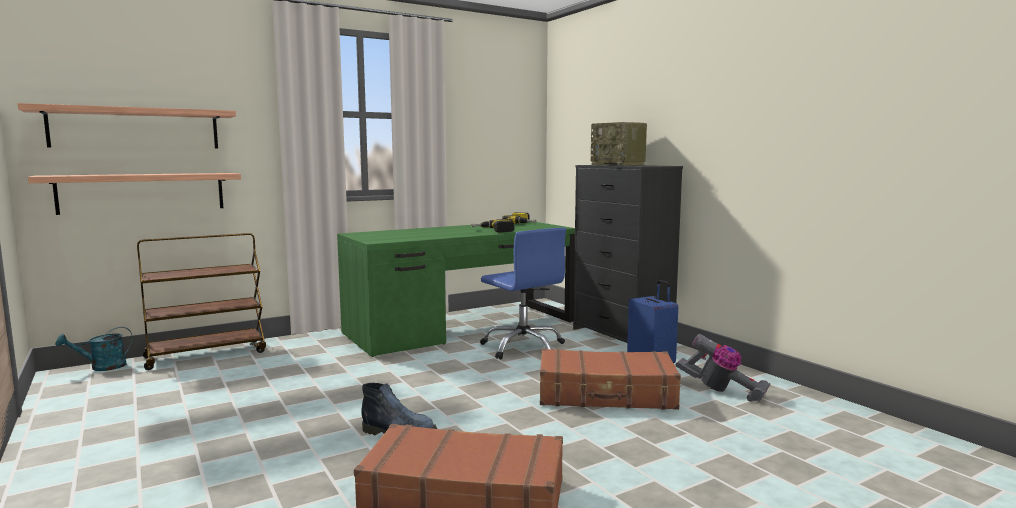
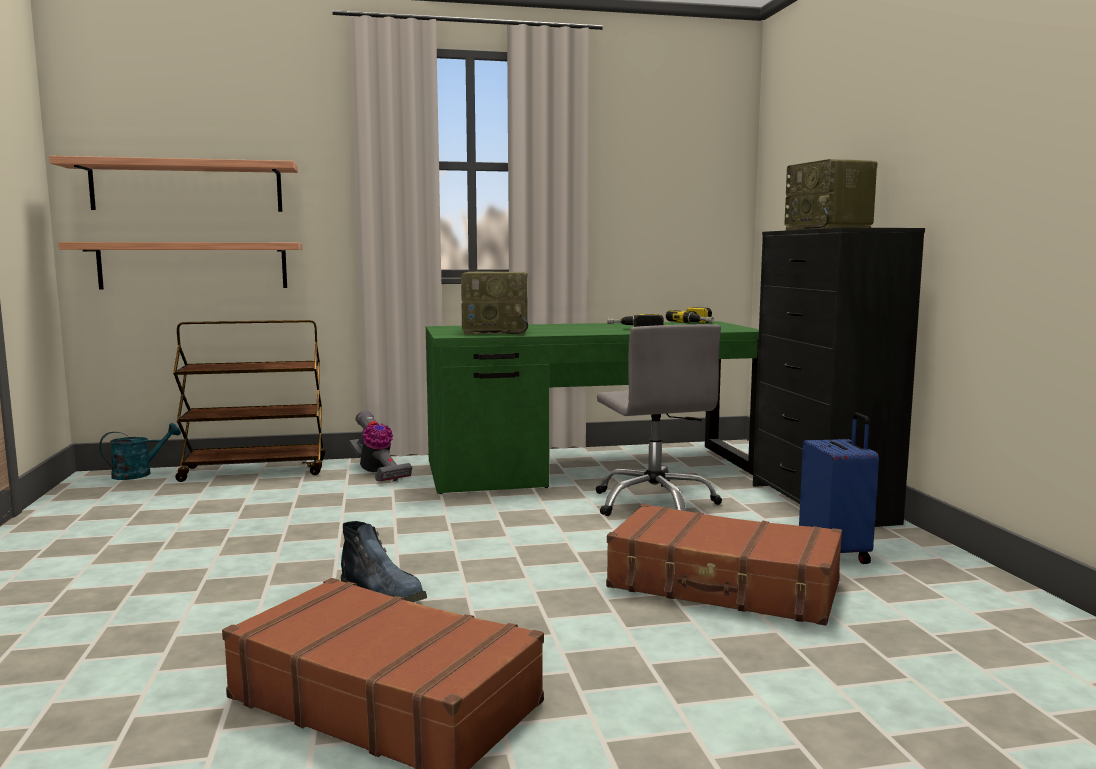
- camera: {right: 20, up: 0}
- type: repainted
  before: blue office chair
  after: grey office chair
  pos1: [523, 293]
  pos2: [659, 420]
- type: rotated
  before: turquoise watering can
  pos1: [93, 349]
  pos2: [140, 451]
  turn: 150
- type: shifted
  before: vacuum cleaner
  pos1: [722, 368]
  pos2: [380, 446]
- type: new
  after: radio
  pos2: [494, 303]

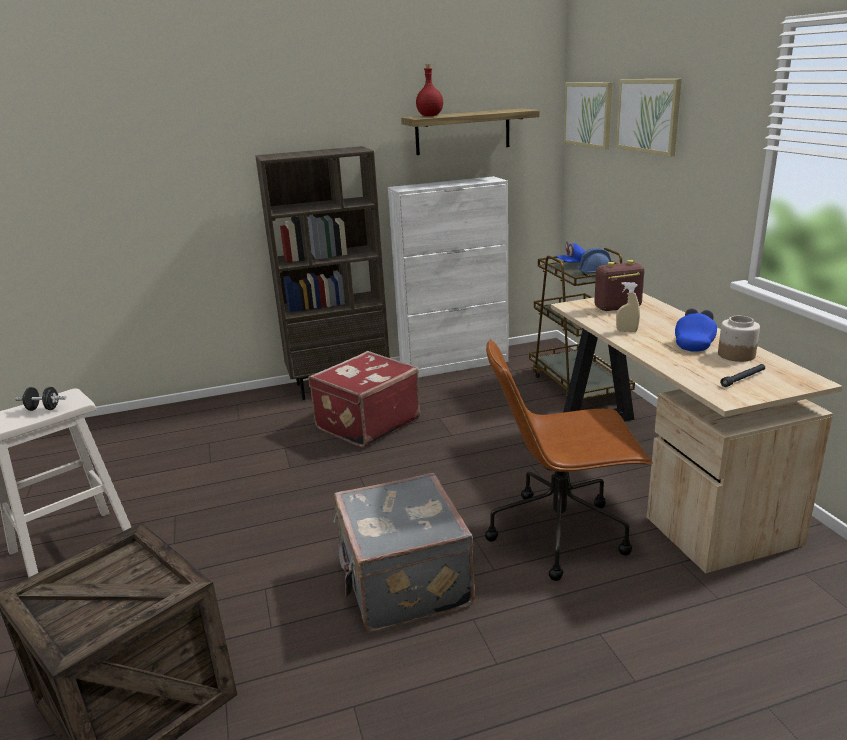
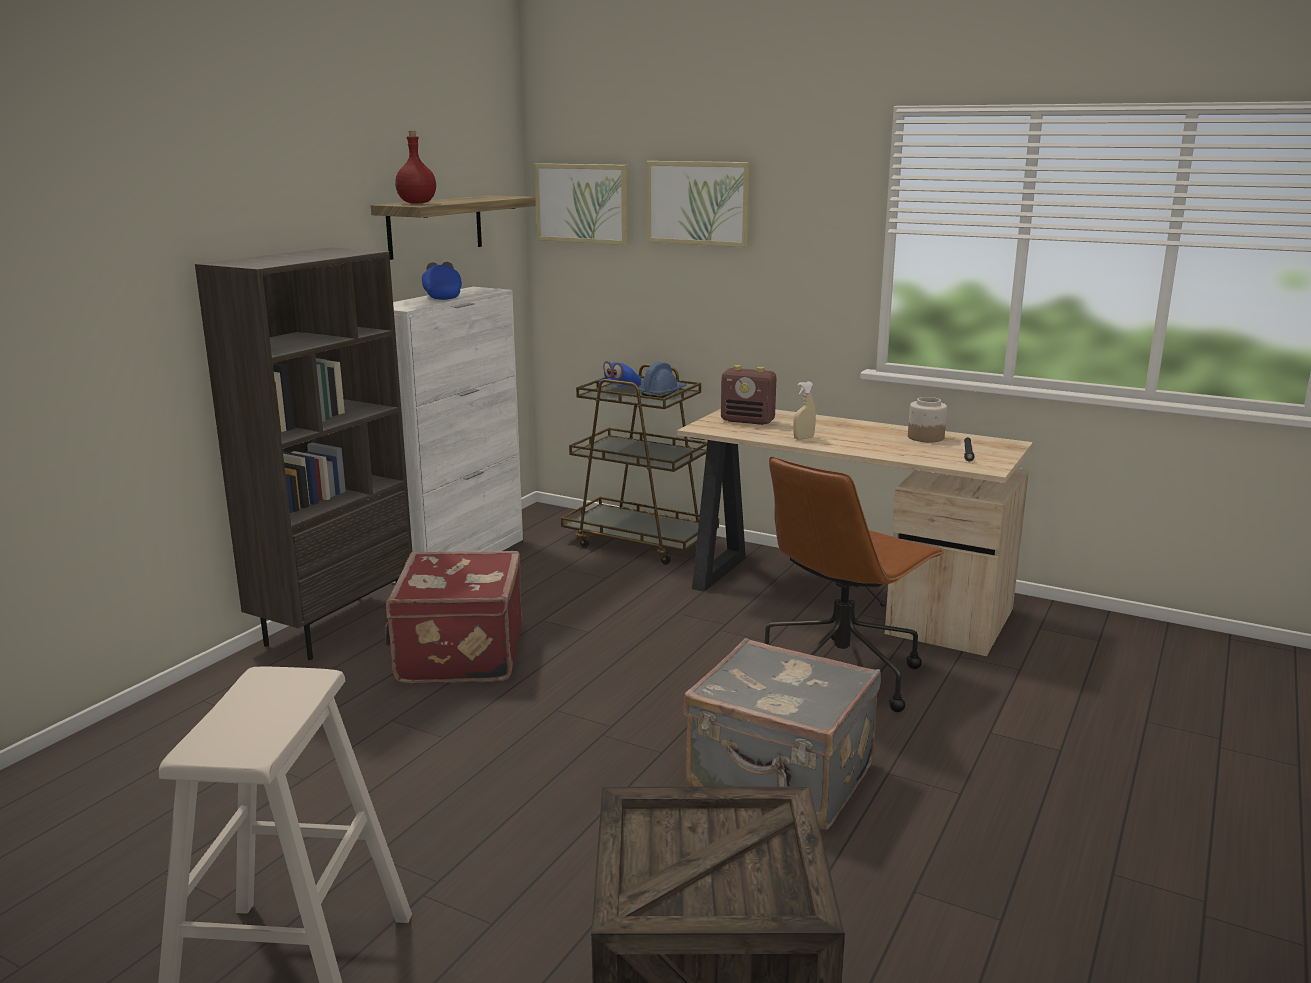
- camera: {right: -45, up: -5}
- type: rotated
  before: radio
  pos1: [619, 285]
  pos2: [749, 395]
  turn: -105
- type: shifted
  before: blue cap
  pos1: [696, 330]
  pos2: [442, 281]
- type: gone
  before: black dumbbell
  pos1: [41, 399]

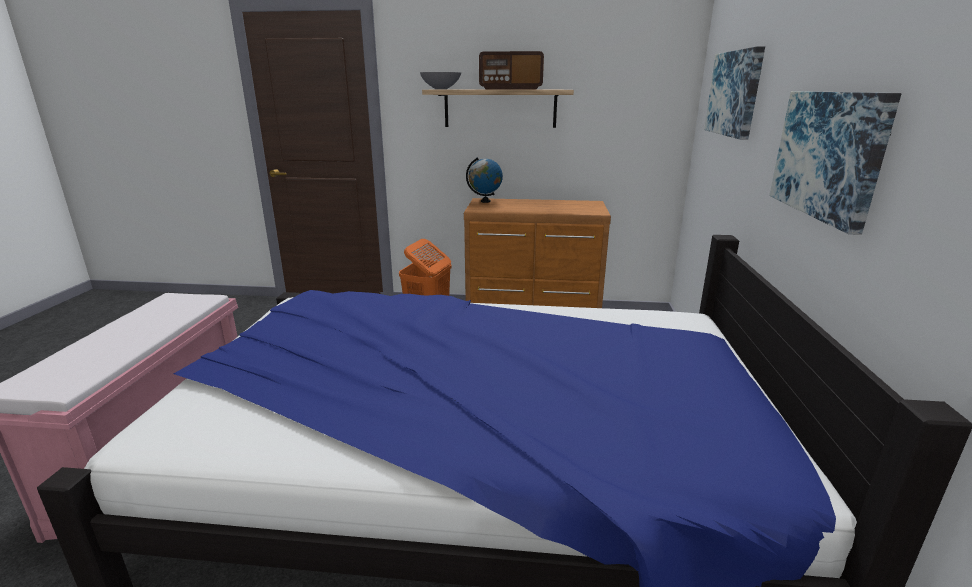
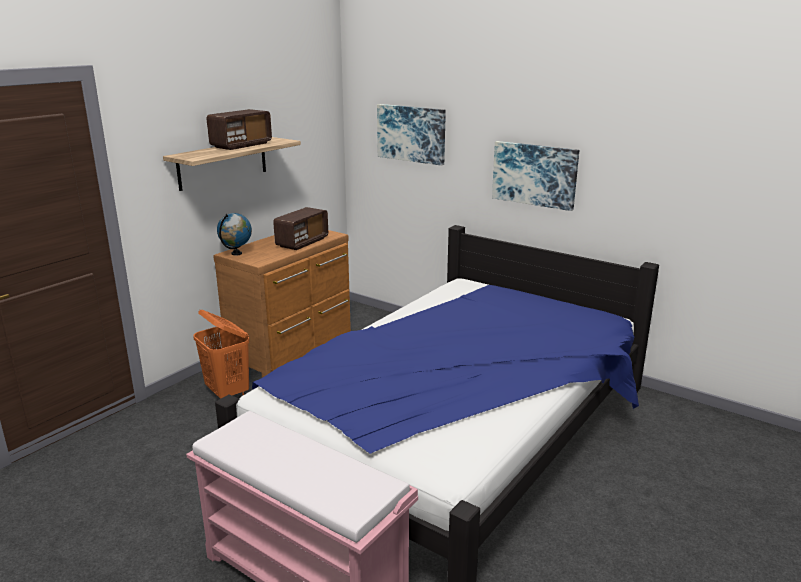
- camera: {right: -60, up: 0}
- type: gone
  before: grey bowl
  pos1: [440, 80]
- type: new
  after: radio
  pos2: [300, 228]

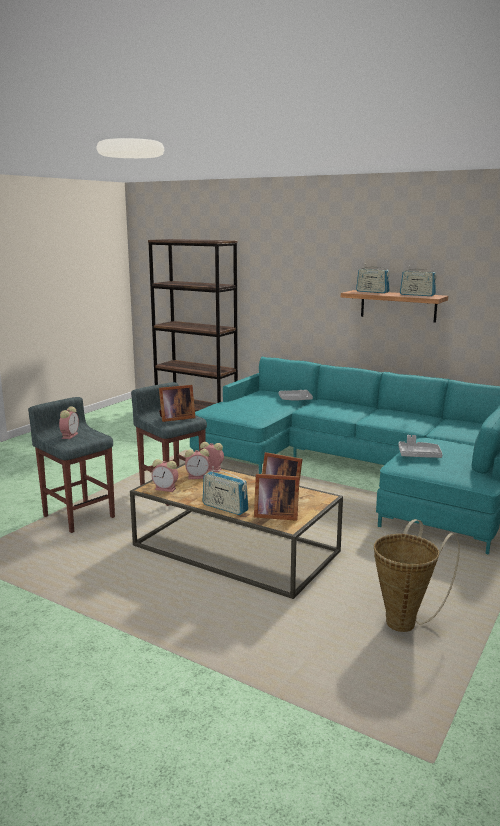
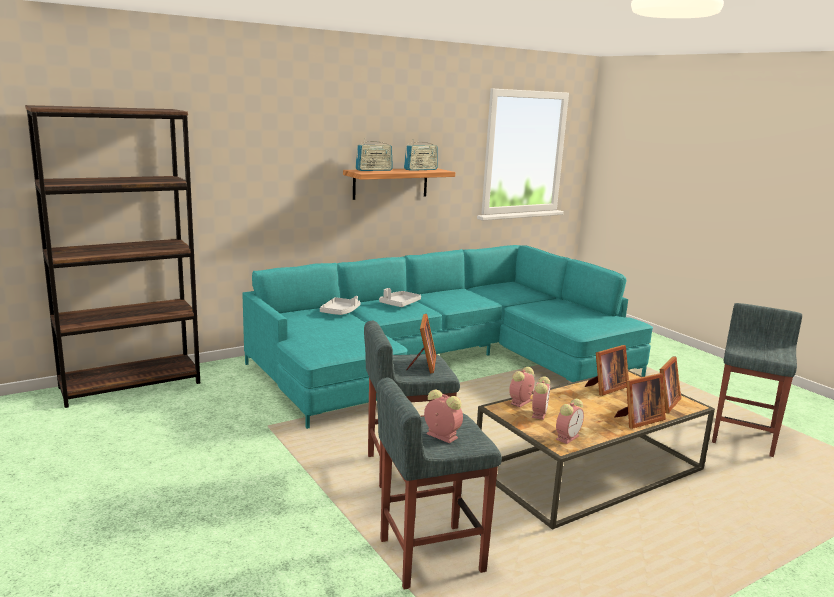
- camera: {right: -65, up: 0}
- type: shifted
  before: grey tray
  pos1: [420, 446]
  pos2: [400, 297]
- type: swapped
  before: radio
  after: picture frame
  pos1: [226, 490]
  pos2: [640, 401]
- type: swapped
  before: basket
  after: grey stool
  pos1: [417, 575]
  pos2: [757, 380]

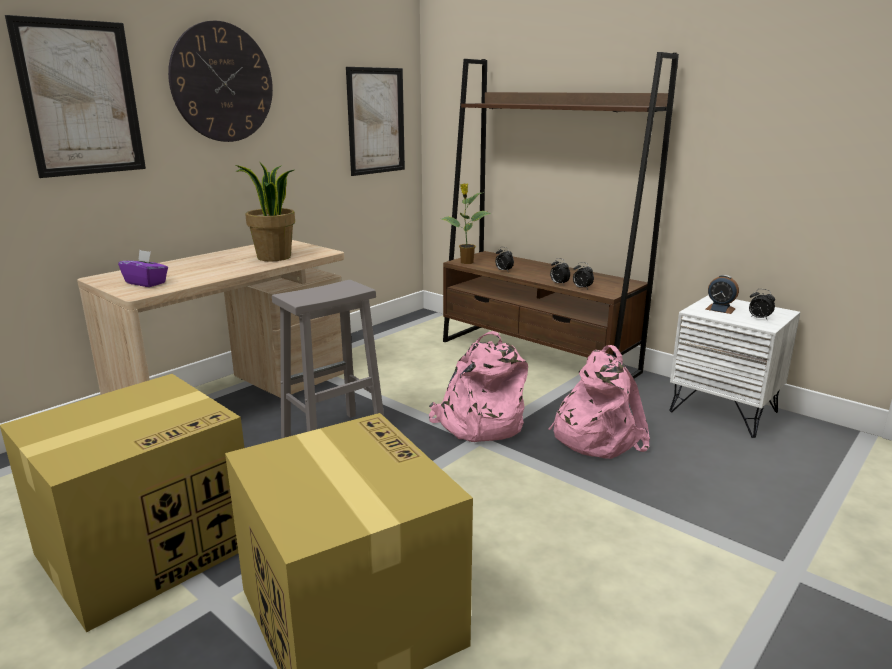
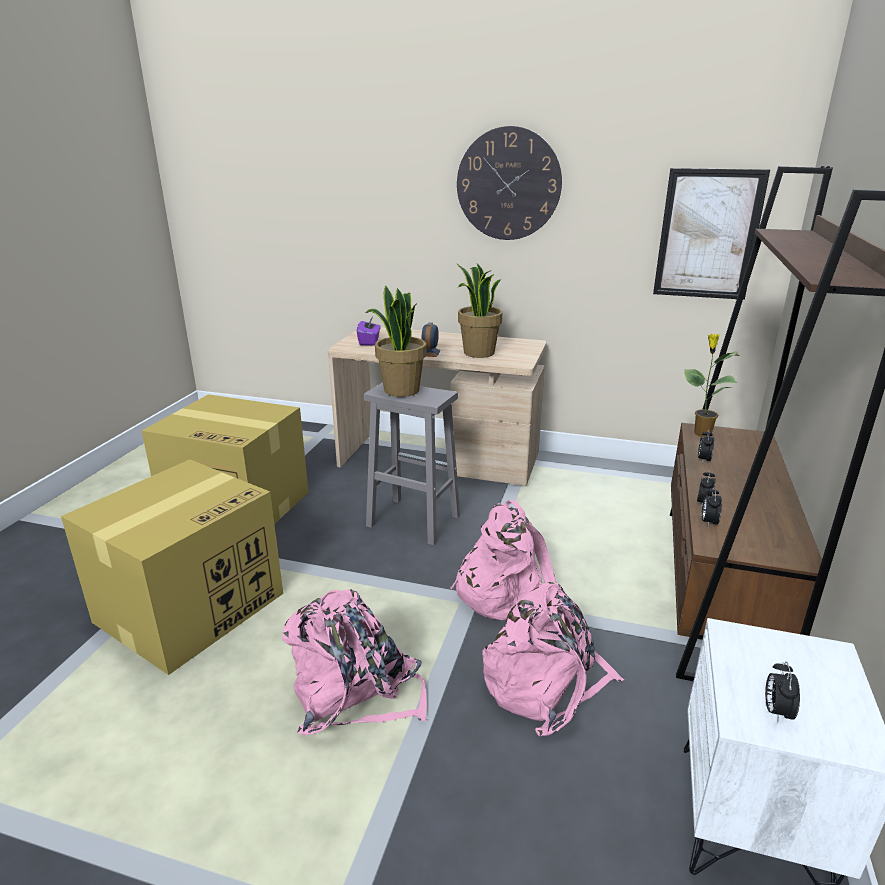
- camera: {right: 65, up: 5}
- type: gone
  before: picture
  pos1: [75, 96]
- type: shifted
  before: alarm clock
  pos1: [722, 294]
  pos2: [431, 339]
- type: new
  after: potted plant
  pos2: [396, 341]
- type: new
  after: pink backpack
  pos2: [354, 662]

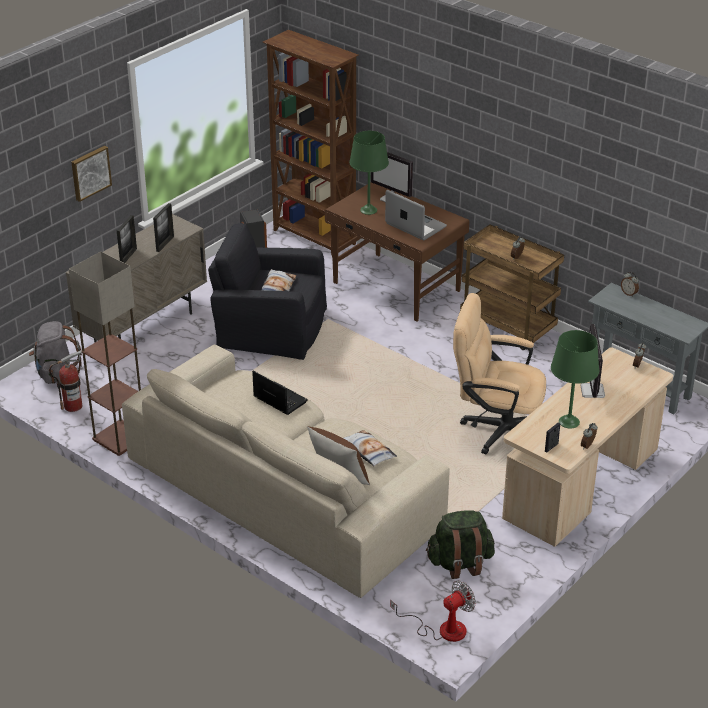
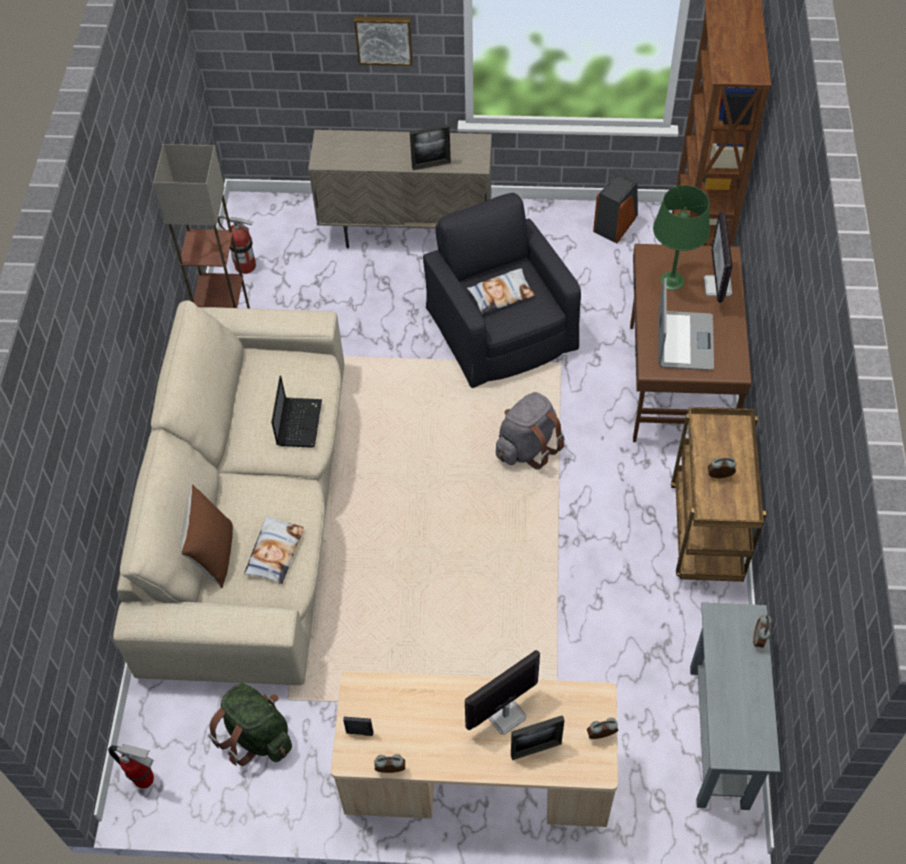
- camera: {right: 55, up: 20}
- type: shifted
  before: picture frame
  pos1: [127, 239]
  pos2: [538, 737]
- type: gone
  before: beige office chair
  pos1: [499, 373]
- type: shifted
  before: grey backpack
  pos1: [55, 352]
  pos2: [530, 430]
- type: gone
  before: green table lamp
  pos1: [575, 379]
- type: swapped
  before: fan
  after: fire extinguisher
  pos1: [433, 611]
  pos2: [131, 766]

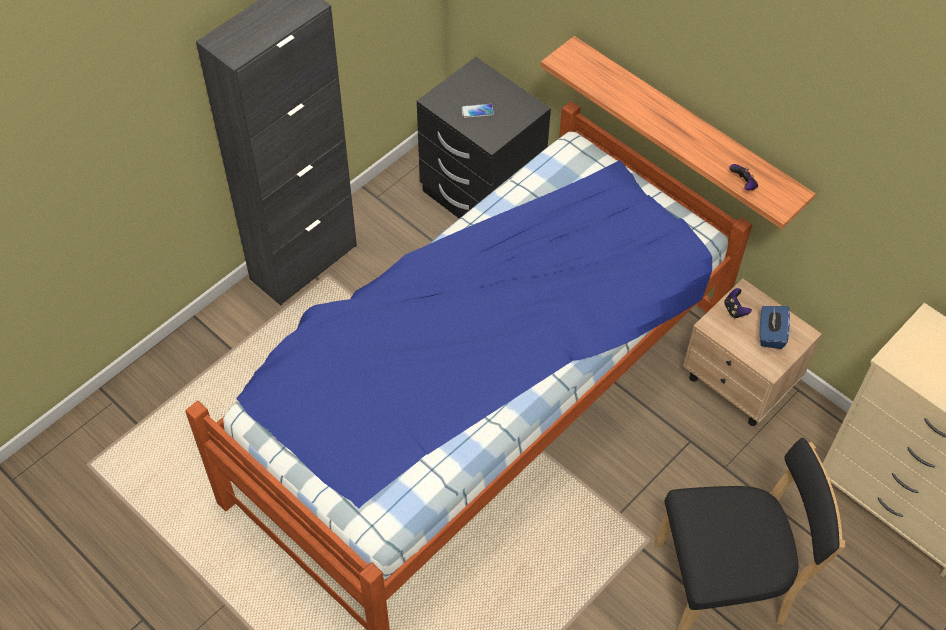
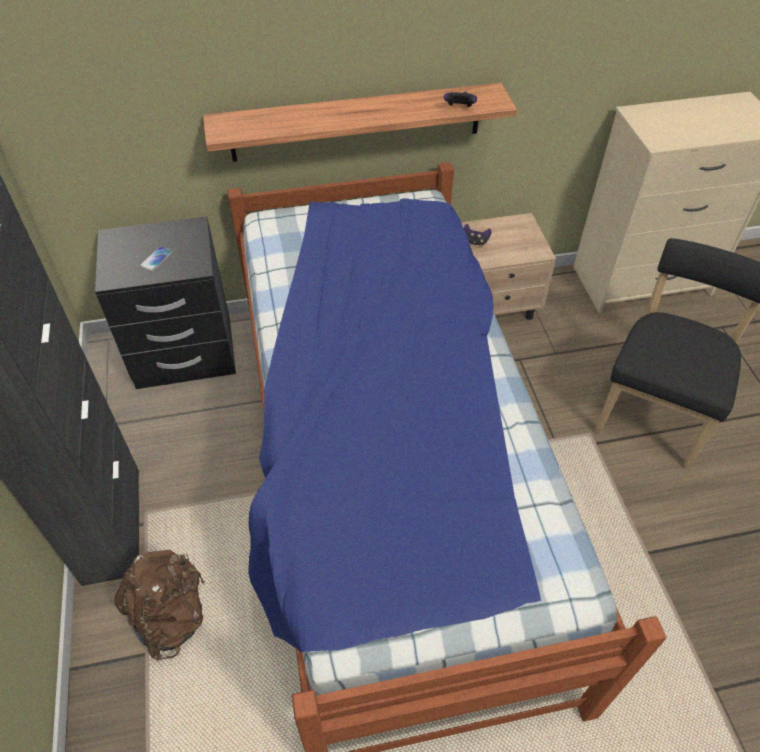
- camera: {right: -55, up: -5}
- type: gone
  before: blue tissue box
  pos1: [775, 327]
- type: new
  after: brown backpack
  pos2: [159, 605]

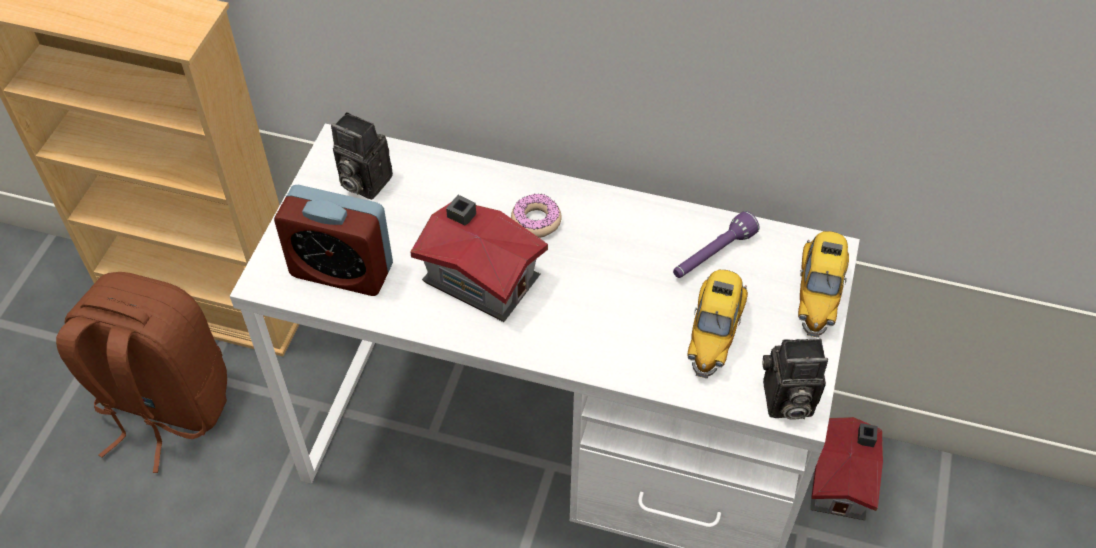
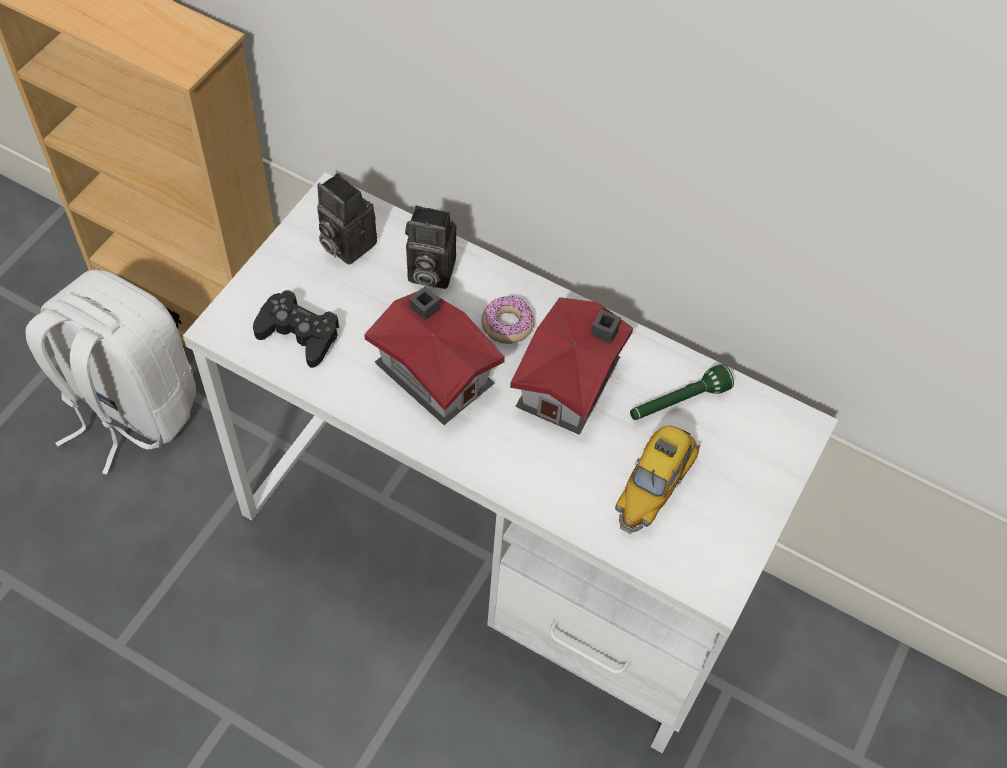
- camera: {right: 10, up: 5}
- type: swapped
  before: alarm clock
  after: black game controller
  pos1: [333, 240]
  pos2: [296, 329]
- type: repainted
  before: purple flashlight
  after: green flashlight
  pos1: [716, 244]
  pos2: [682, 392]
- type: gone
  before: toy car
  pos1: [823, 284]
- type: repainted
  before: brown backpack
  after: white backpack
  pos1: [141, 372]
  pos2: [110, 372]
- type: shifted
  before: photo camera
  pos1: [795, 379]
  pos2: [430, 247]
- type: shifted
  before: toy house
  pos1: [846, 468]
  pos2: [571, 365]

